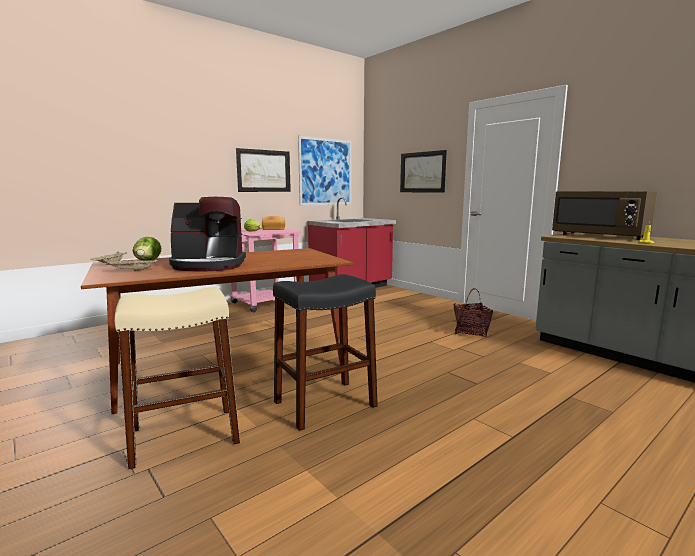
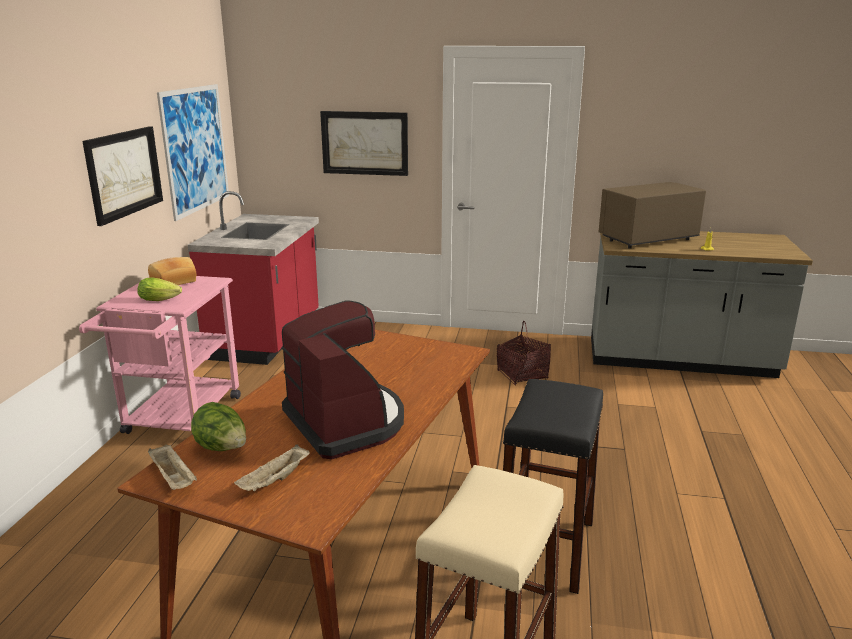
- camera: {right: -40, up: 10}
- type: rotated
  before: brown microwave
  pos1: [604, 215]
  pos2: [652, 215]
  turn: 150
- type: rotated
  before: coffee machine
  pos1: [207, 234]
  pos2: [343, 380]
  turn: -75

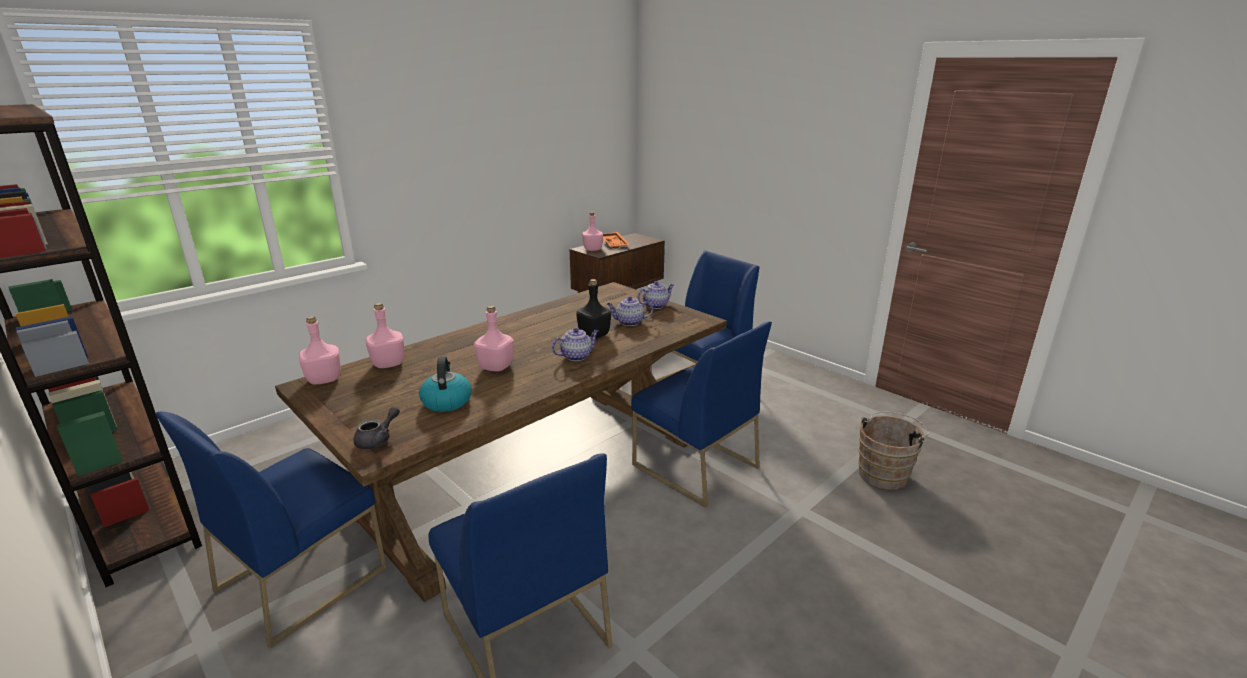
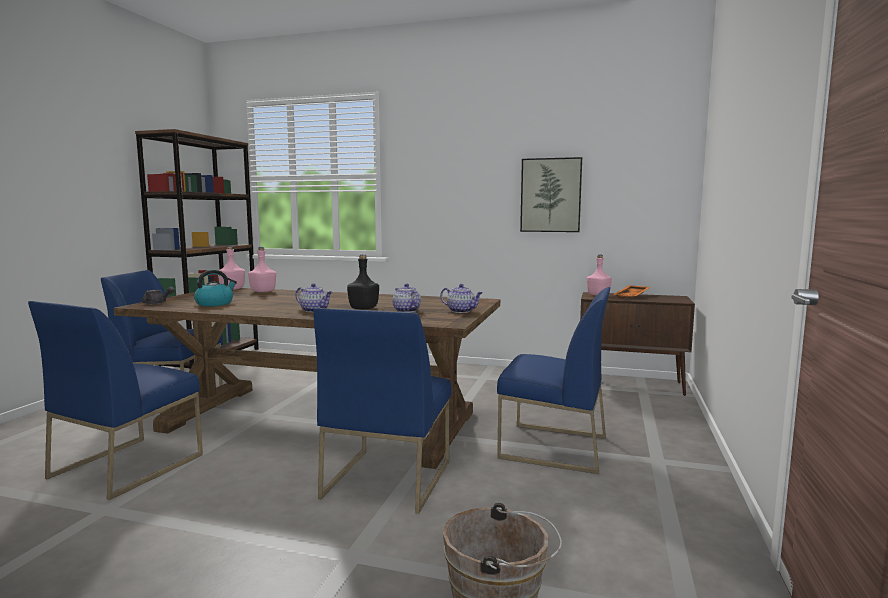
- camera: {right: 60, up: -15}
- type: gone
  before: pink bottle
  pos1: [494, 338]
- type: new
  after: picture
  pos2: [551, 194]

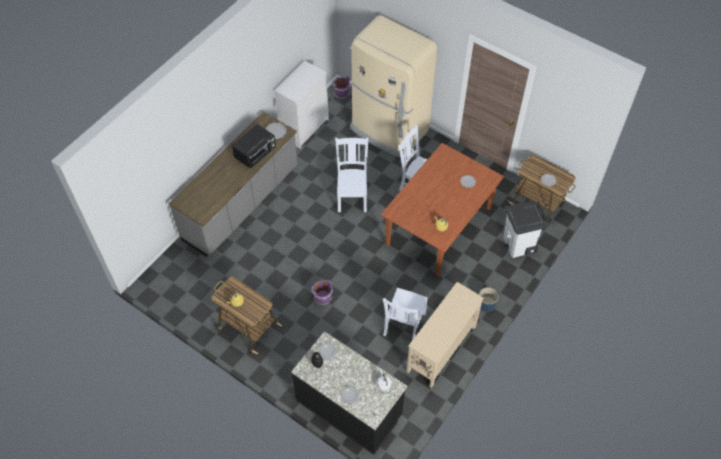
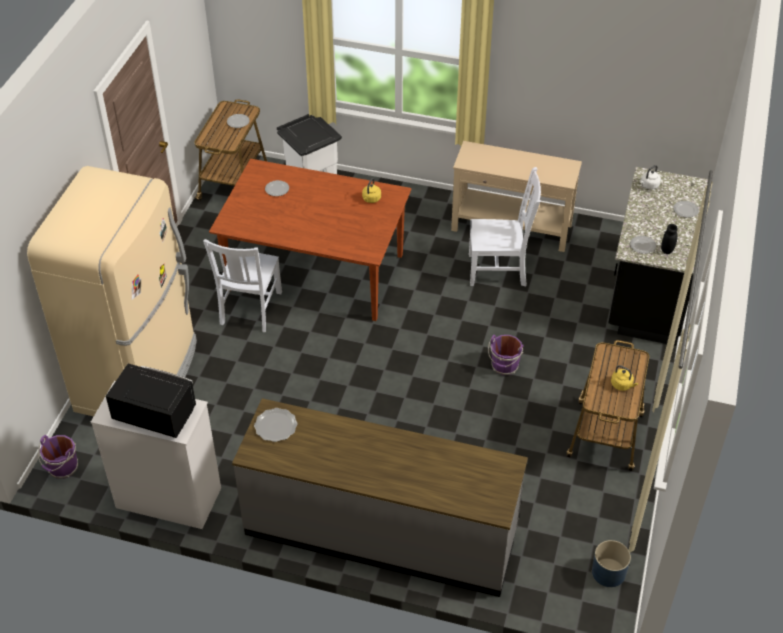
- camera: {right: -110, up: -10}
- type: shifted
  before: black microwave
  pos1: [254, 146]
  pos2: [151, 400]
- type: gone
  before: white chair
  pos1: [352, 174]
- type: shifted
  before: blue planter
  pos1: [488, 299]
  pos2: [611, 563]

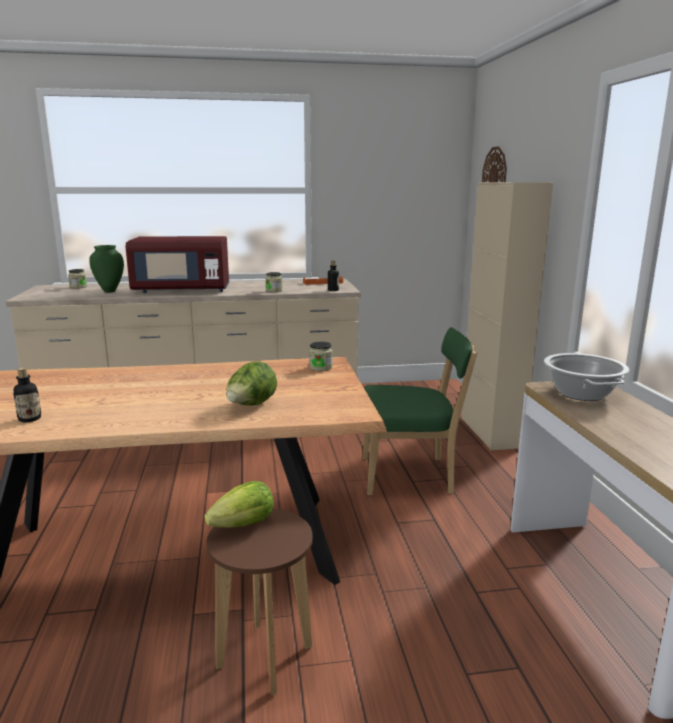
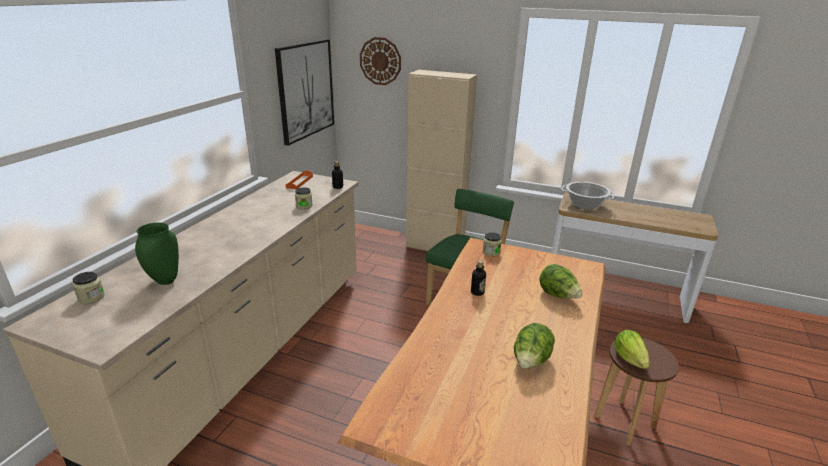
- camera: {right: -60, up: 10}
- type: gone
  before: red microwave
  pos1: [177, 264]
- type: shifted
  before: bottle
  pos1: [27, 395]
  pos2: [478, 278]
- type: new
  after: picture
  pos2: [304, 92]
- type: new
  after: lettuce
  pos2: [534, 346]

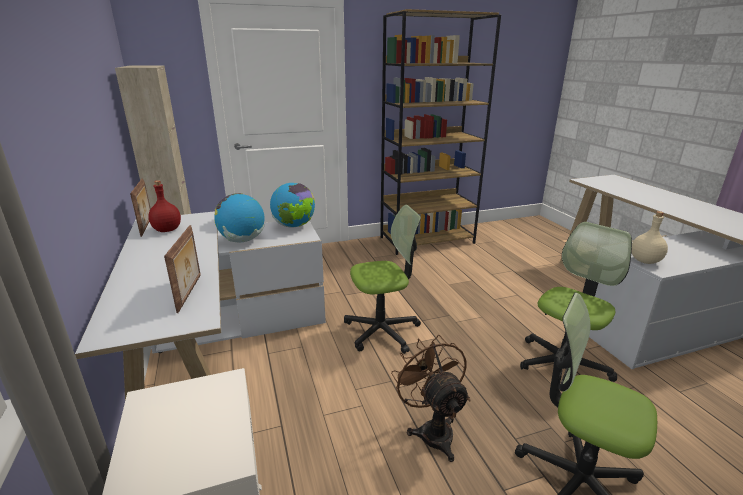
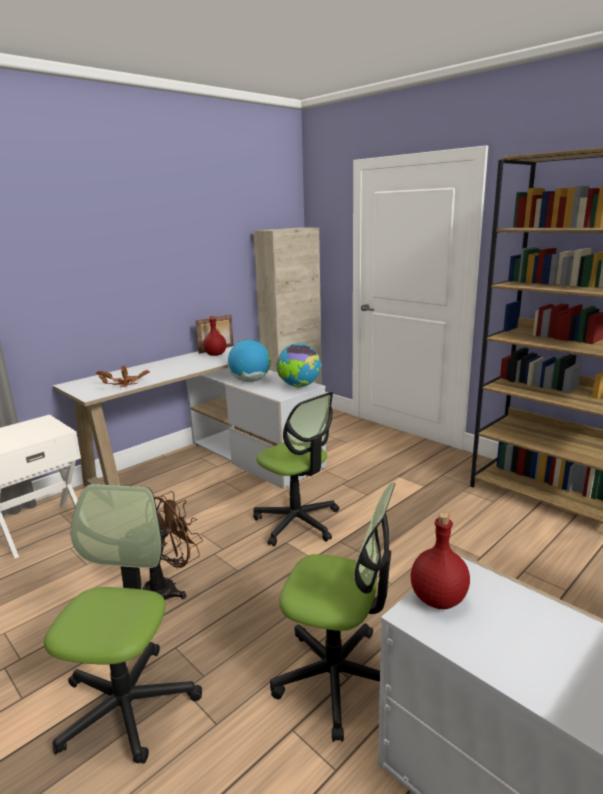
- camera: {right: 65, up: -5}
- type: repainted
  before: beige bottle
  after: red bottle
  pos1: [649, 237]
  pos2: [440, 560]
- type: swapped
  before: picture frame
  after: potted plant
  pos1: [182, 269]
  pos2: [123, 376]

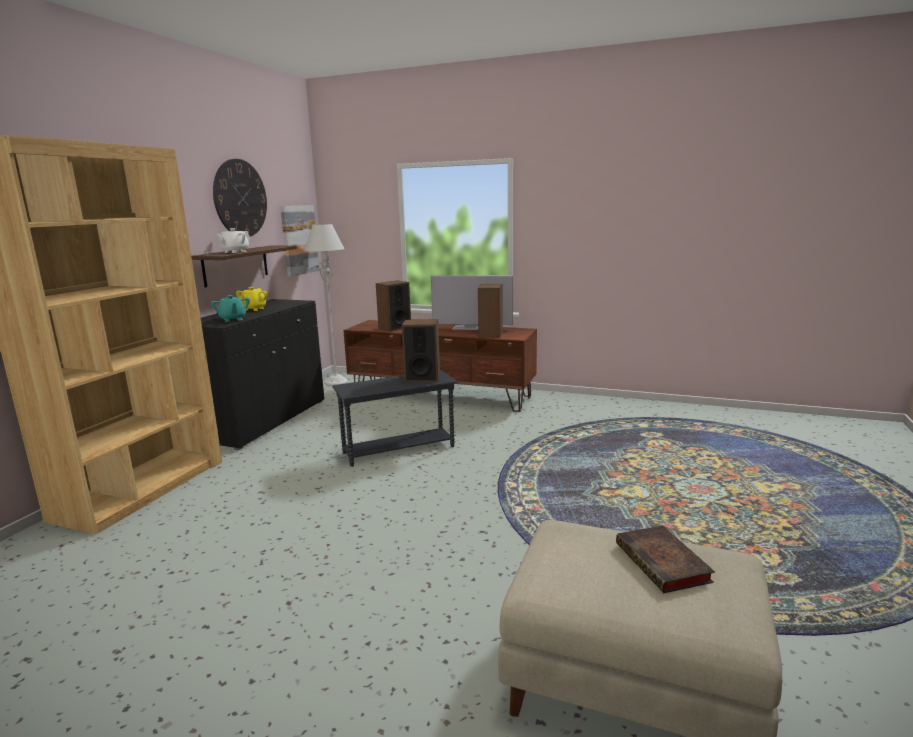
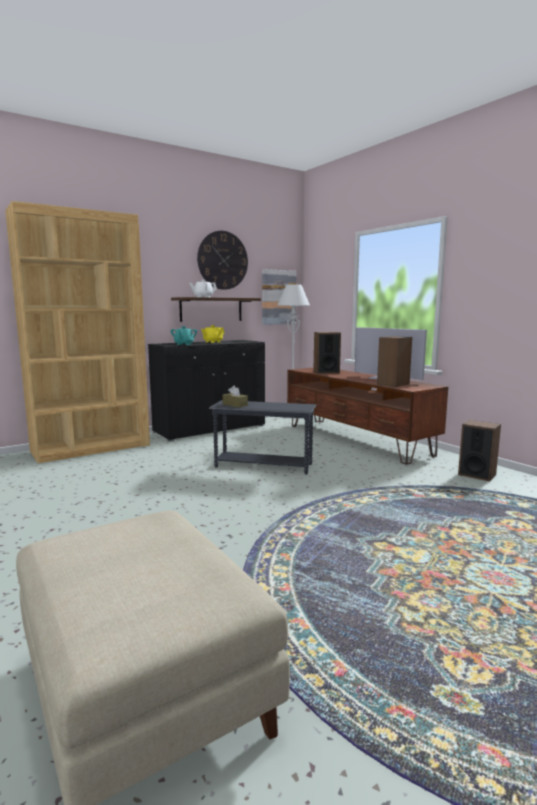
- camera: {right: 35, up: -5}
- type: shifted
  before: speaker
  pos1: [421, 350]
  pos2: [479, 450]
- type: gone
  before: book
  pos1: [665, 559]
- type: new
  after: brown tissue box
  pos2: [235, 397]

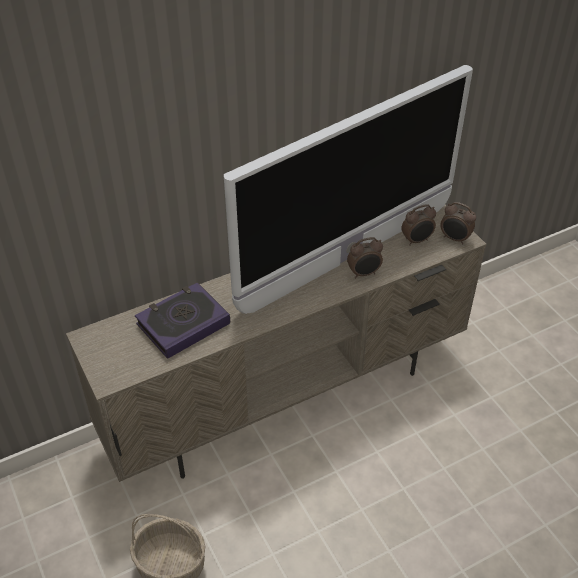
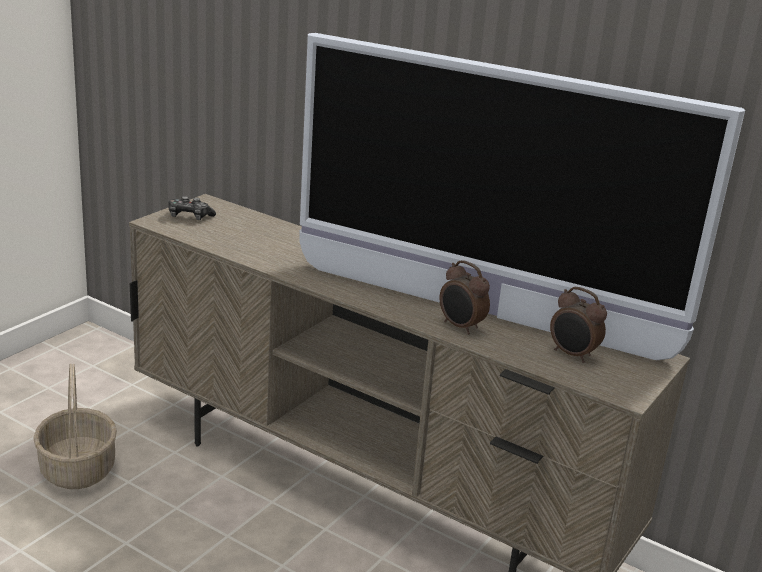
- camera: {right: 60, up: -20}
- type: gone
  before: alarm clock
  pos1: [458, 223]
- type: gone
  before: book
  pos1: [182, 320]
- type: new
  after: game controller
  pos2: [192, 208]

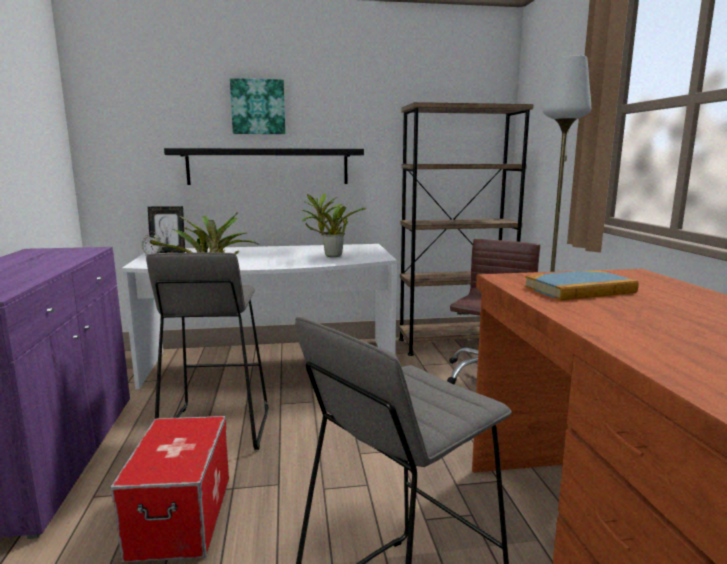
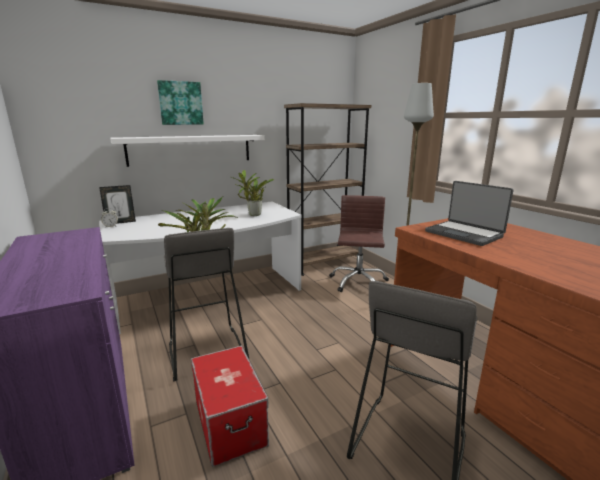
- camera: {right: -20, up: 5}
- type: repainted
  before: black shelf
  after: white shelf
  pos1: [264, 166]
  pos2: [187, 151]
- type: swapped
  before: book
  after: laptop
  pos1: [581, 285]
  pos2: [469, 213]

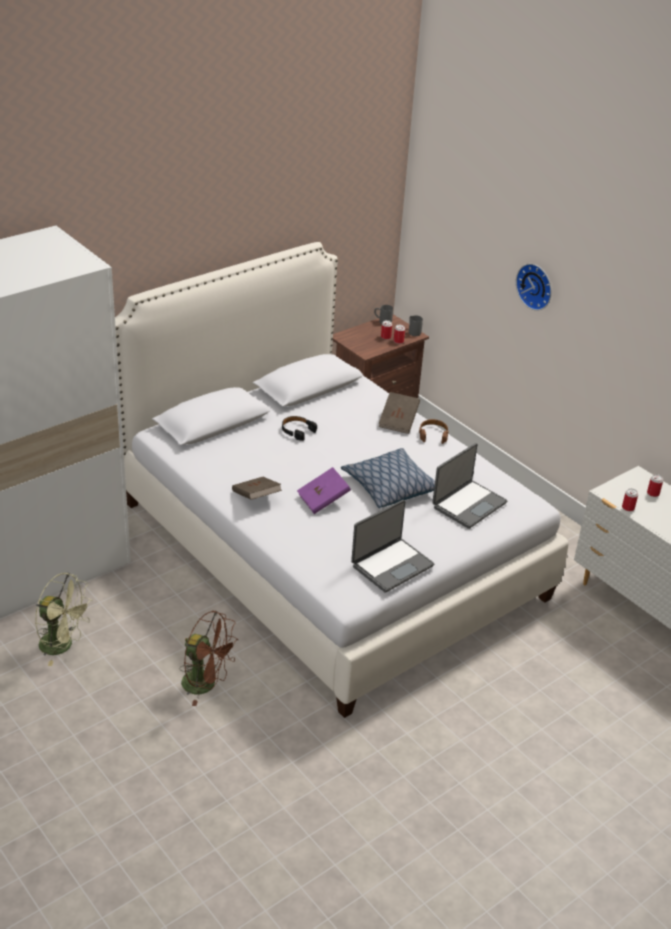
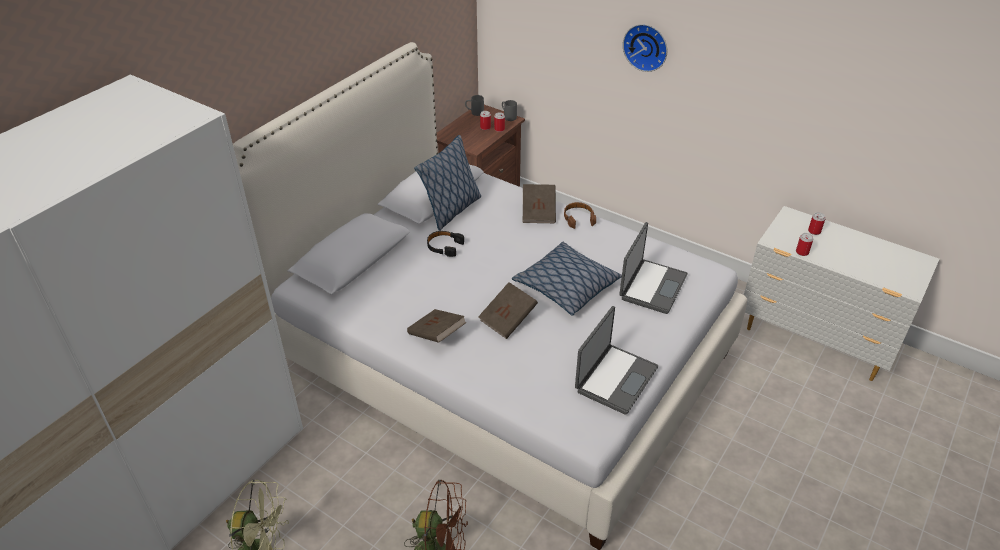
- camera: {right: -15, up: 5}
- type: repainted
  before: purple book
  after: brown book
  pos1: [324, 490]
  pos2: [508, 310]
- type: new
  after: pillow
  pos2: [447, 183]

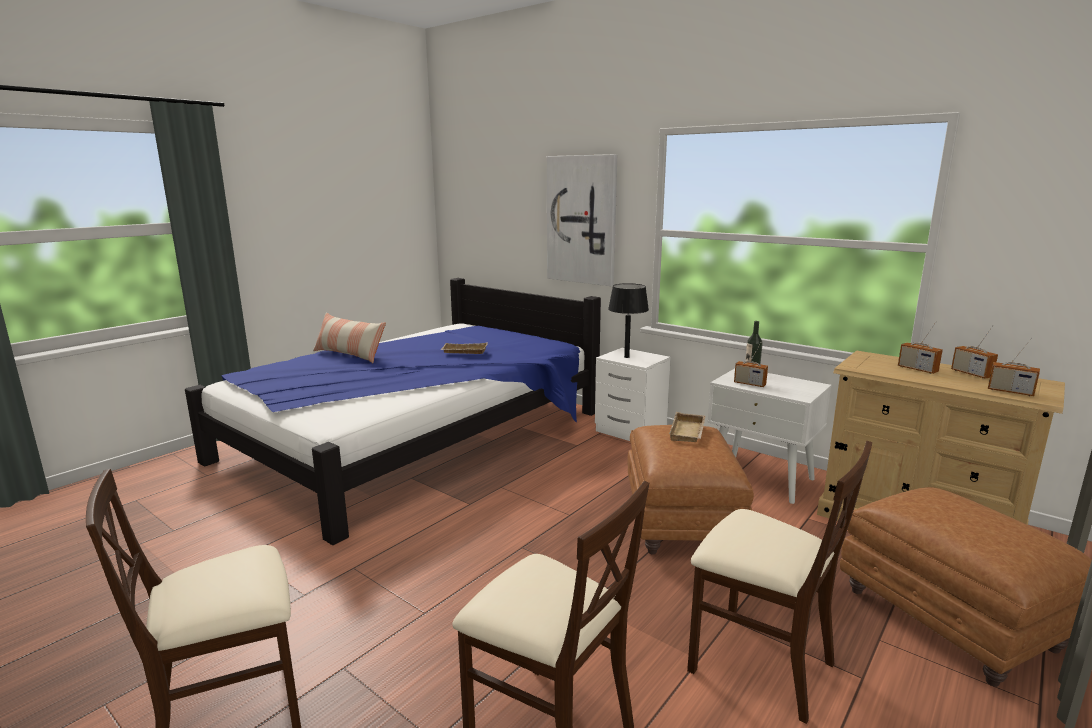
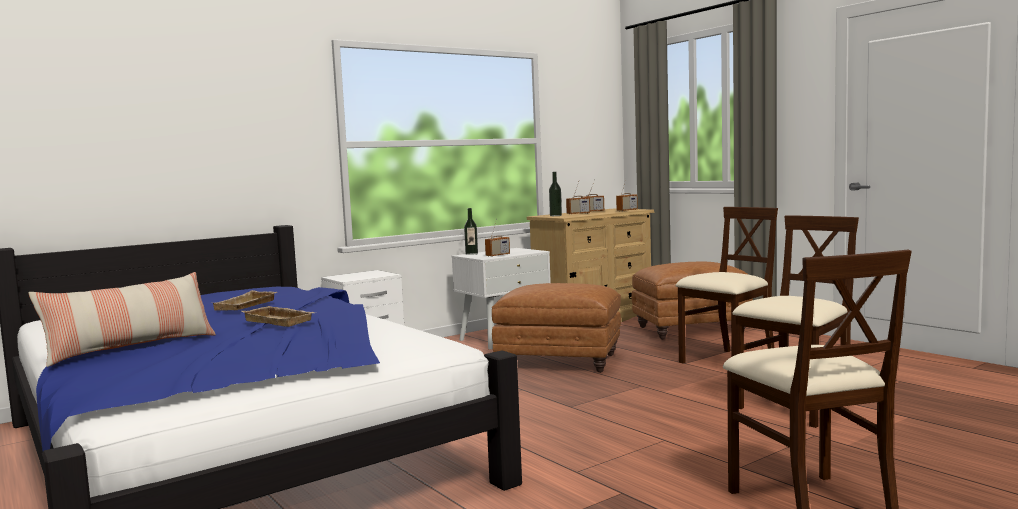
- camera: {right: -75, up: -10}
- type: gone
  before: picture
  pos1: [582, 220]
- type: gone
  before: black table lamp
  pos1: [628, 320]
- type: shifted
  before: beige tray
  pos1: [687, 427]
  pos2: [279, 316]
- type: new
  after: bottle
  pos2: [555, 194]

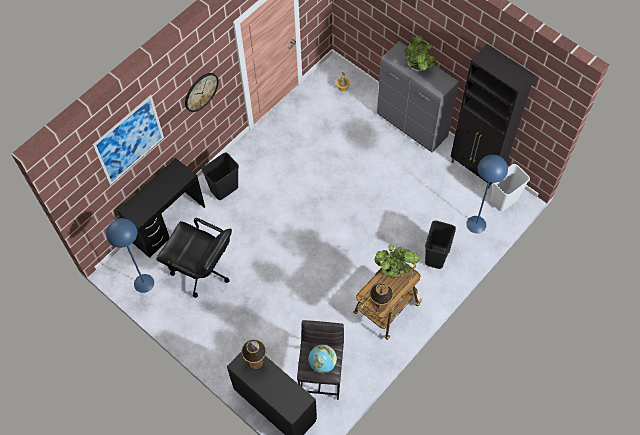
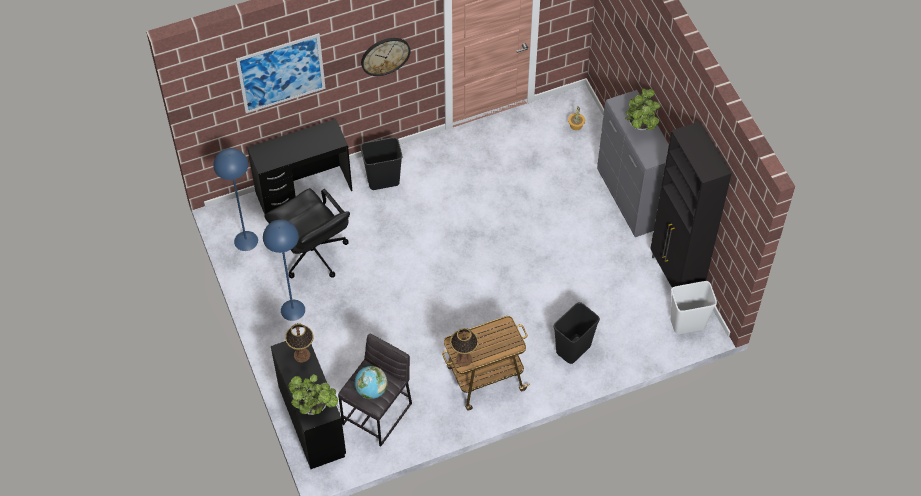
- camera: {right: 25, up: -5}
- type: shifted
  before: blue floor lamp
  pos1: [487, 194]
  pos2: [284, 270]
- type: shifted
  before: potted plant
  pos1: [397, 261]
  pos2: [313, 394]

